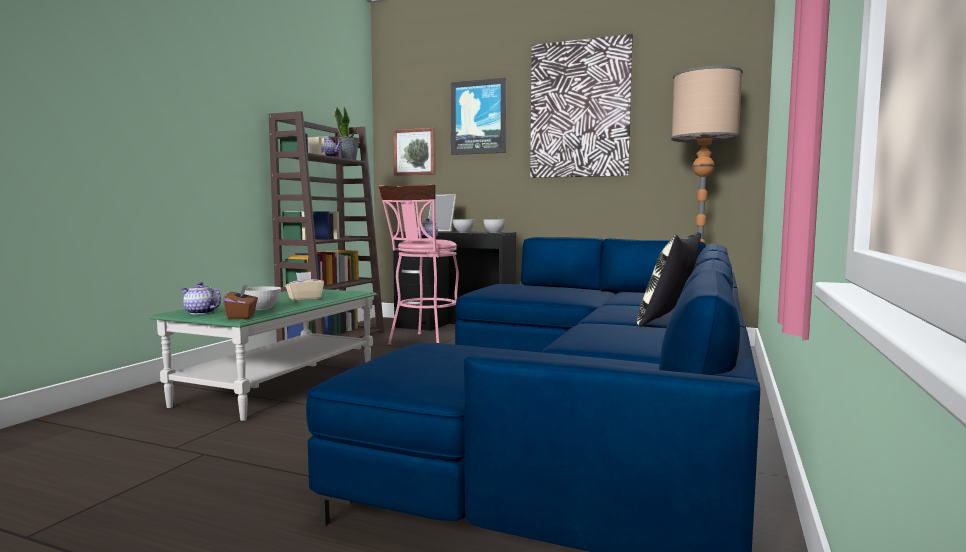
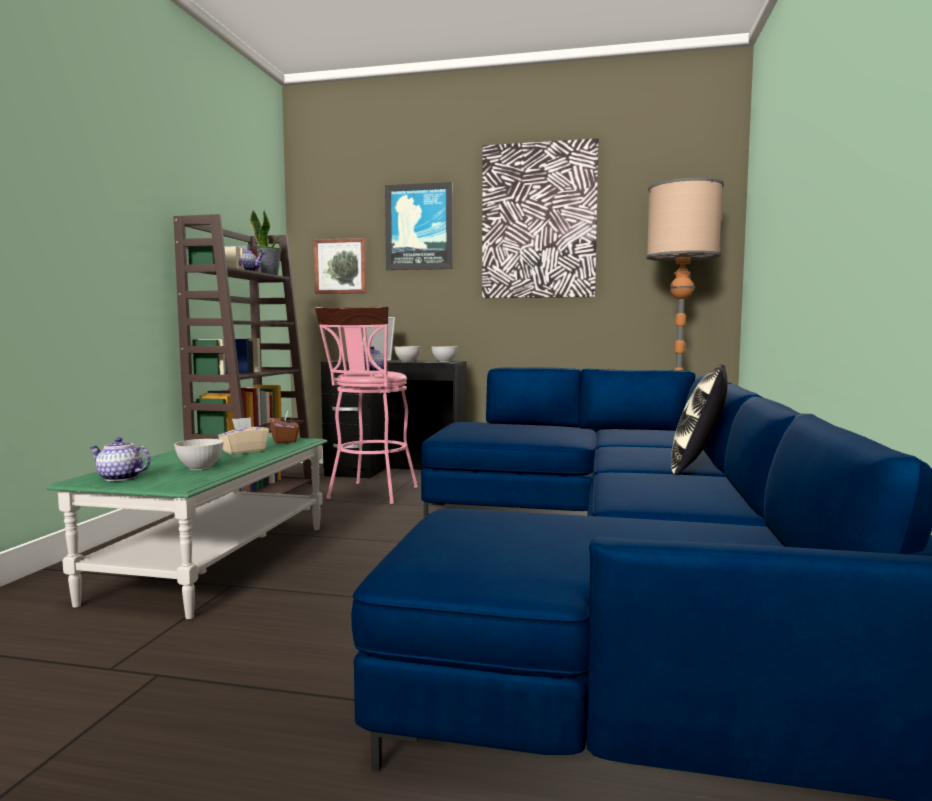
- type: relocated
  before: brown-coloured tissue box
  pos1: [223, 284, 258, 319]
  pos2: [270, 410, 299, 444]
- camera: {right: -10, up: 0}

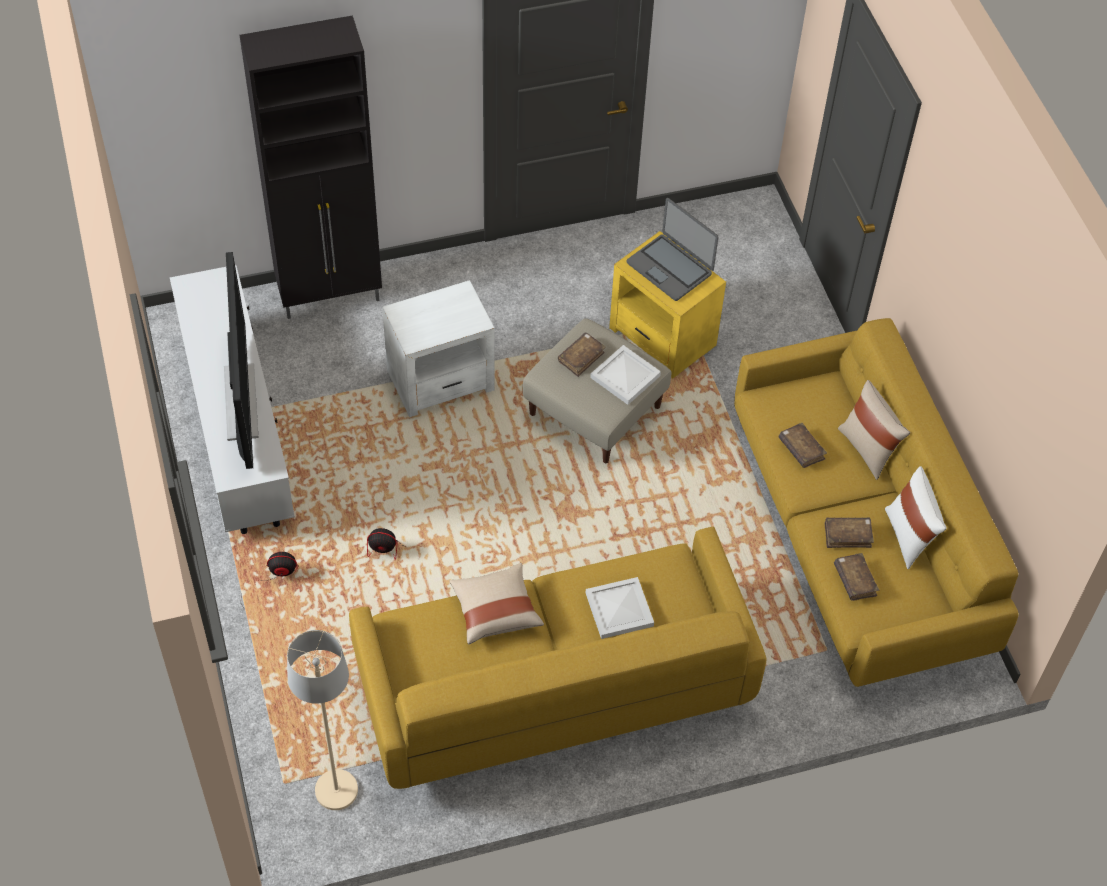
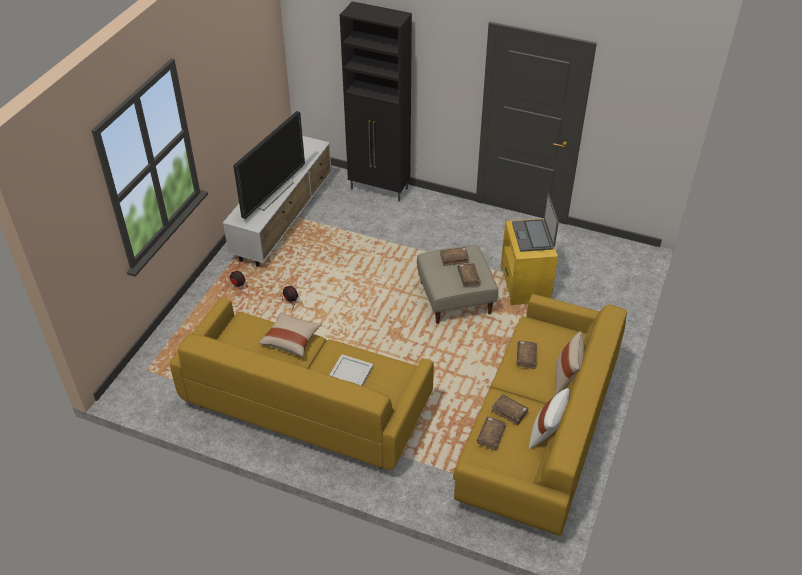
- type: missing
  before: beige-coloured standing lamp
  pos1: [287, 630, 358, 810]
- type: missing
  before: white end table
  pos1: [382, 280, 495, 417]
- type: exchanged
  before: white carrying tray
  after: brown-coloured bound book
  pos1: [590, 345, 661, 405]
  pos2: [457, 263, 481, 286]
- camera: {right: 40, up: -10}

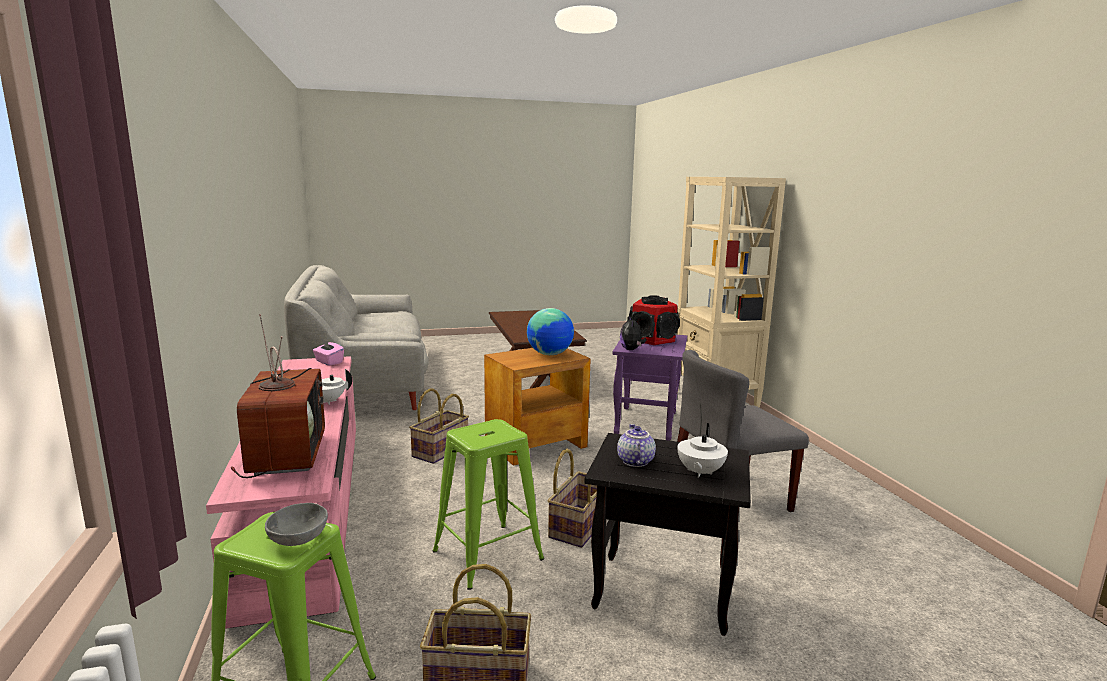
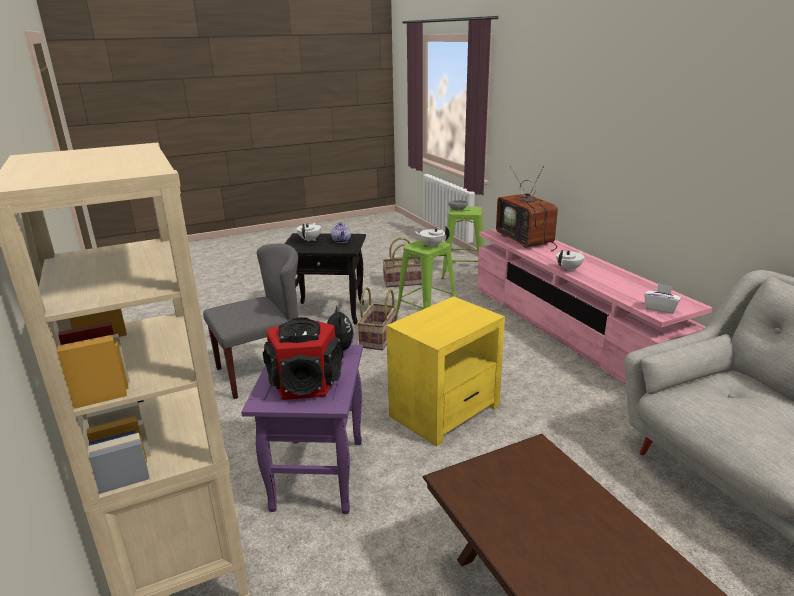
- type: missing
  before: storage basket
  pos1: [409, 388, 469, 464]
- type: missing
  before: world globe
  pos1: [527, 308, 574, 355]
- type: appeared
  after: white tea pot
  pos2: [414, 226, 450, 248]
- type: colour
  before: pink tissue box
  after: white tissue box
  pos1: [313, 340, 344, 366]
  pos2: [644, 283, 681, 314]
- type: colour
  before: brown-coloured end table
  after: yellow-coloured end table
  pos1: [484, 348, 591, 466]
  pos2: [386, 296, 505, 446]
- camera: {right: 170, up: 10}

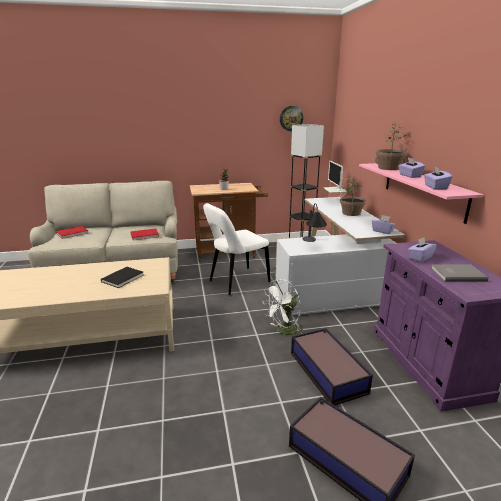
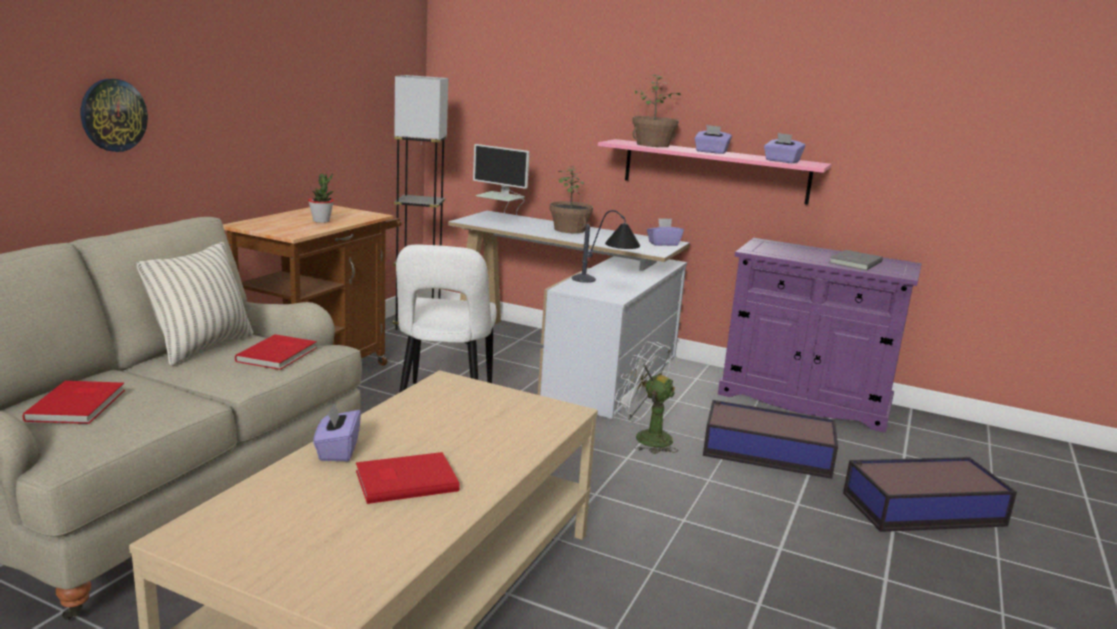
- type: missing
  before: black bound book
  pos1: [101, 267, 143, 288]
- type: appeared
  after: pillow
  pos2: [137, 242, 253, 366]
- type: appeared
  after: red-coloured bound book
  pos2: [356, 452, 460, 504]
- type: relocated
  before: wall clock
  pos1: [280, 106, 303, 131]
  pos2: [81, 79, 148, 152]
- type: relocated
  before: purple-coloured tissue box
  pos1: [408, 237, 437, 262]
  pos2: [313, 402, 361, 461]
- type: spun
  before: white fan
  pos1: [262, 279, 304, 335]
  pos2: [615, 341, 678, 454]
  turn: 120
- camera: {right: -55, up: -5}

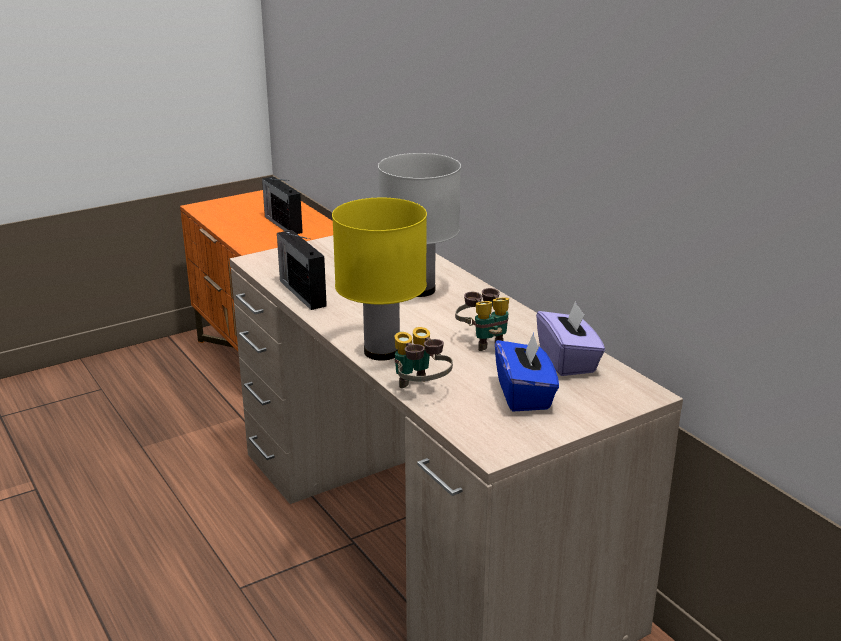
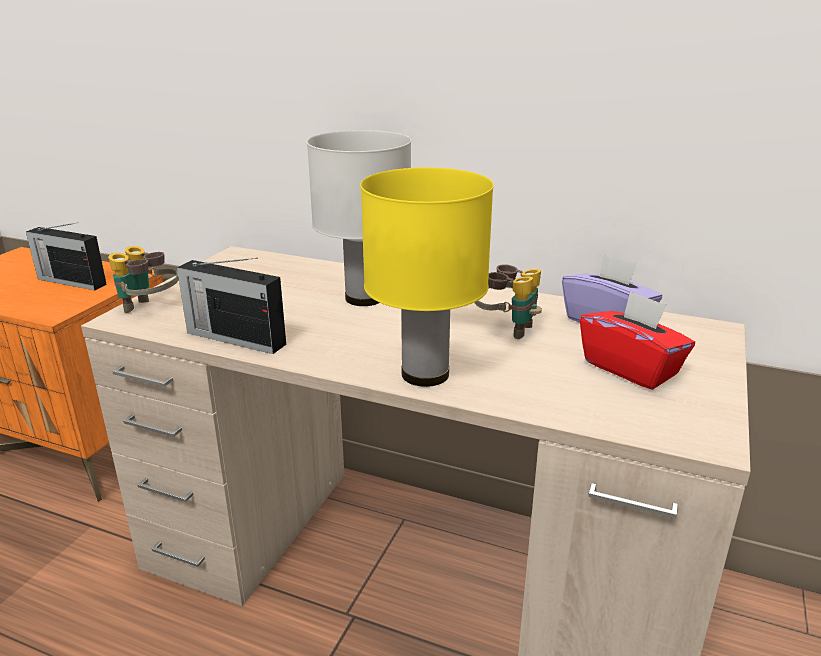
- type: relocated
  before: pair of binoculars
  pos1: [394, 327, 453, 388]
  pos2: [108, 246, 179, 313]
- type: colour
  before: blue-coloured tissue box
  after: red-coloured tissue box
  pos1: [495, 332, 559, 412]
  pos2: [580, 291, 695, 390]
- camera: {right: -35, up: 0}

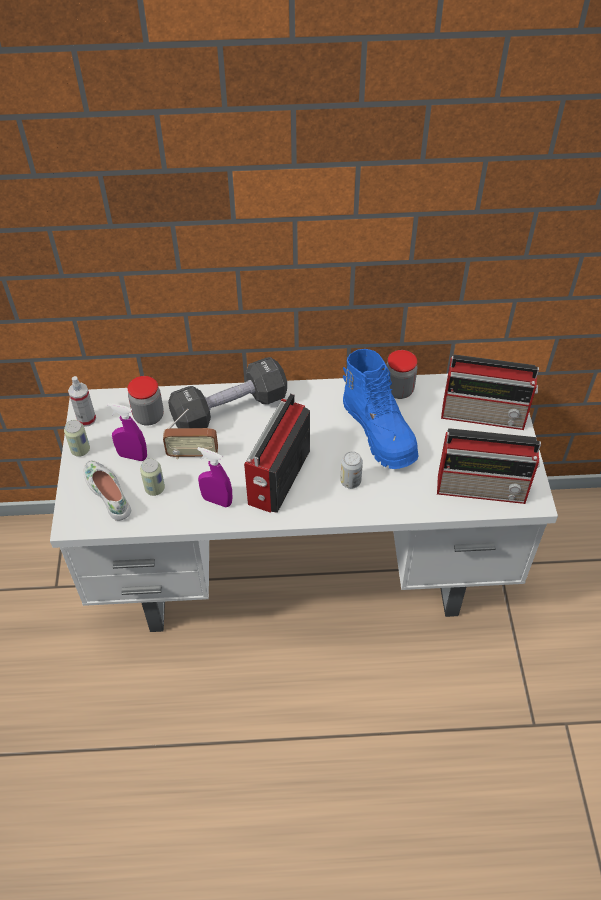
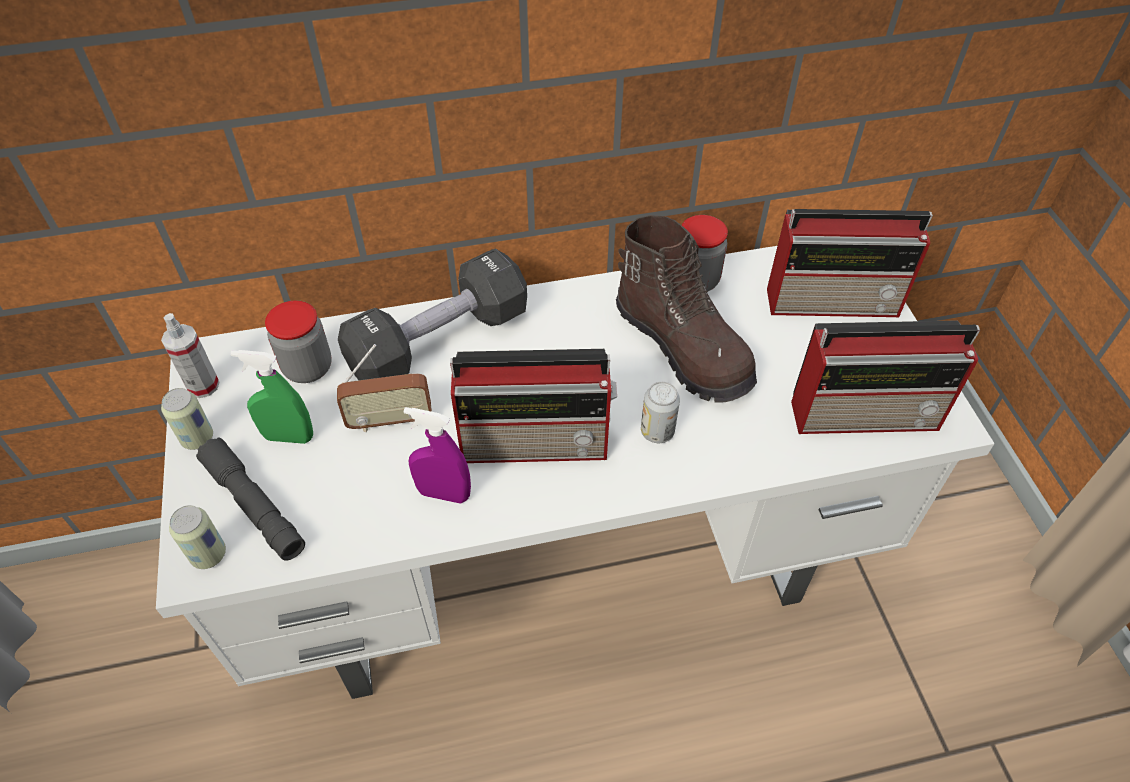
- type: relocated
  before: sealed can
  pos1: [140, 458, 165, 496]
  pos2: [169, 505, 226, 569]
- type: exchanged
  before: white low shoe
  after: grey torch
  pos1: [84, 460, 131, 521]
  pos2: [196, 437, 305, 561]
- type: colour
  before: purple-coloured spray bottle
  after: greenish spray bottle
  pos1: [107, 403, 147, 461]
  pos2: [231, 350, 313, 444]
- type: colour
  before: blue-coloured high-top boot
  after: brown-coloured high-top boot
  pos1: [343, 349, 418, 469]
  pos2: [616, 215, 757, 402]
- type: spun
  before: radio
  pos1: [244, 393, 310, 513]
  pos2: [450, 349, 617, 463]
  turn: -105
- camera: {right: -10, up: 0}

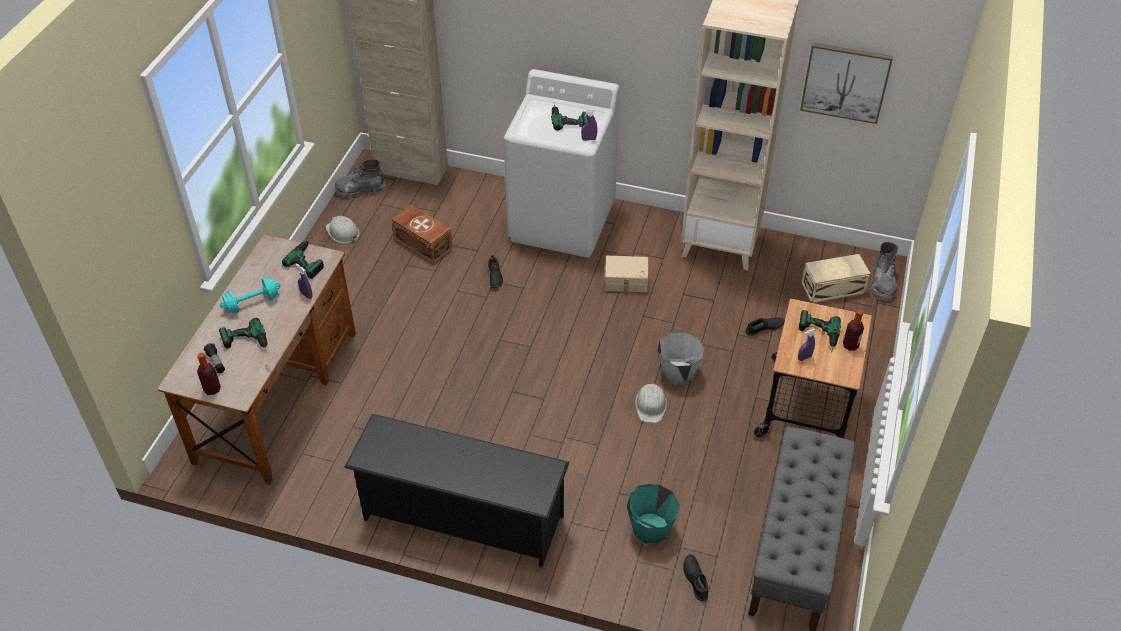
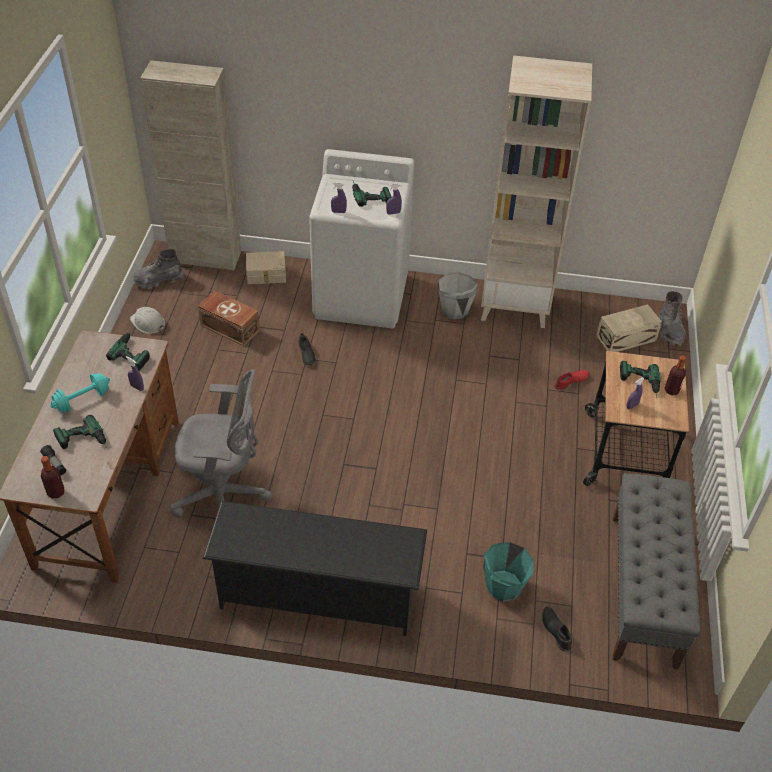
- type: missing
  before: white work helmet
  pos1: [635, 383, 667, 423]
- type: missing
  before: picture
  pos1: [800, 43, 893, 124]
- type: appeared
  after: grey office chair
  pos2: [169, 369, 272, 518]
- type: appeared
  after: purple-coloured spray bottle
  pos2: [331, 182, 347, 213]
- type: relocated
  before: beige-coloured storage bin
  pos1: [605, 256, 648, 292]
  pos2: [246, 251, 286, 284]
- type: relocated
  before: grey pail
  pos1: [657, 331, 705, 386]
  pos2: [438, 272, 477, 320]
- type: colour
  before: black low shoe
  after: red-coloured low shoe
  pos1: [745, 317, 785, 336]
  pos2: [554, 370, 590, 390]
- camera: {right: -10, up: 0}

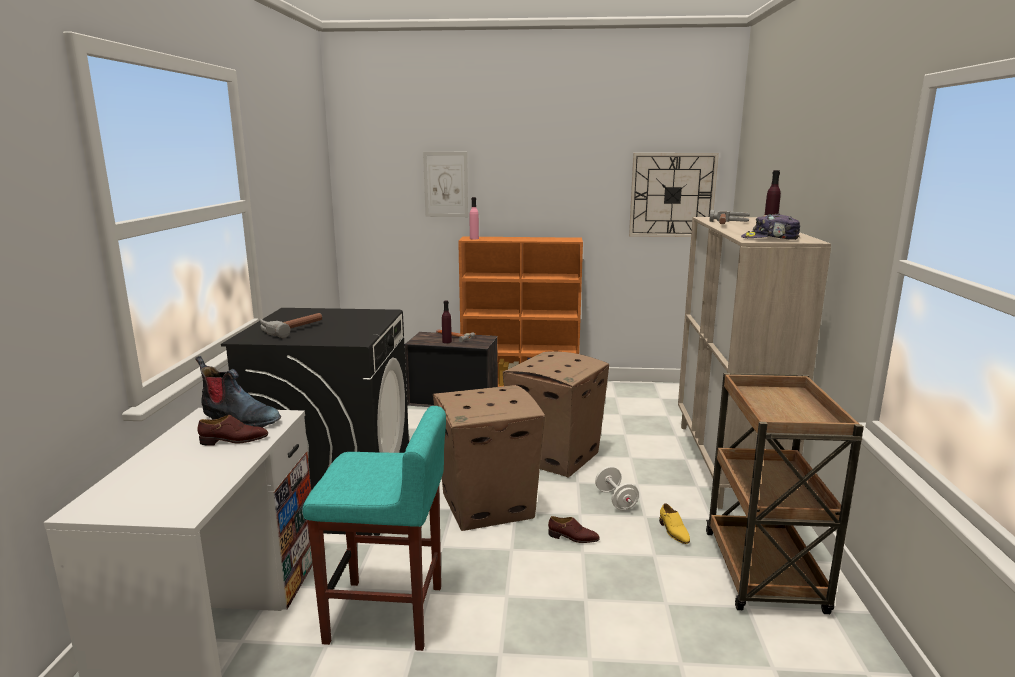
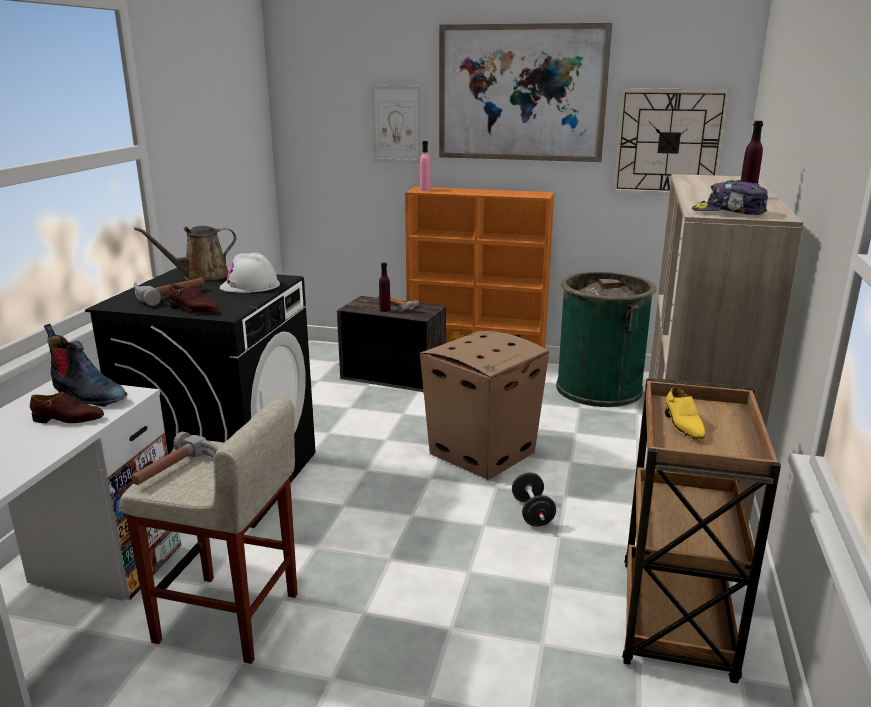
- type: missing
  before: cardboard box
  pos1: [433, 385, 545, 531]
- type: appeared
  after: brown-coloured watering can
  pos2: [134, 226, 236, 281]
- type: appeared
  after: white work helmet
  pos2: [220, 253, 280, 293]
- type: appeared
  after: picture
  pos2: [439, 23, 613, 162]
- type: appeared
  after: greenish trash can
  pos2: [556, 272, 656, 407]
- type: relocated
  before: brown-coloured low shoe
  pos1: [548, 516, 600, 543]
  pos2: [168, 284, 218, 313]
- type: relocated
  before: yellow-coloured low shoe
  pos1: [659, 503, 690, 544]
  pos2: [665, 386, 705, 440]
- type: relocated
  before: hammer
  pos1: [710, 210, 750, 224]
  pos2: [131, 432, 219, 485]
- type: colour
  before: turquoise stool
  after: beige-coloured stool
  pos1: [302, 406, 446, 651]
  pos2: [119, 397, 298, 664]
- type: colour
  before: white free weight
  after: black free weight
  pos1: [595, 466, 639, 511]
  pos2: [512, 473, 556, 527]
- camera: {right: 10, up: 5}

